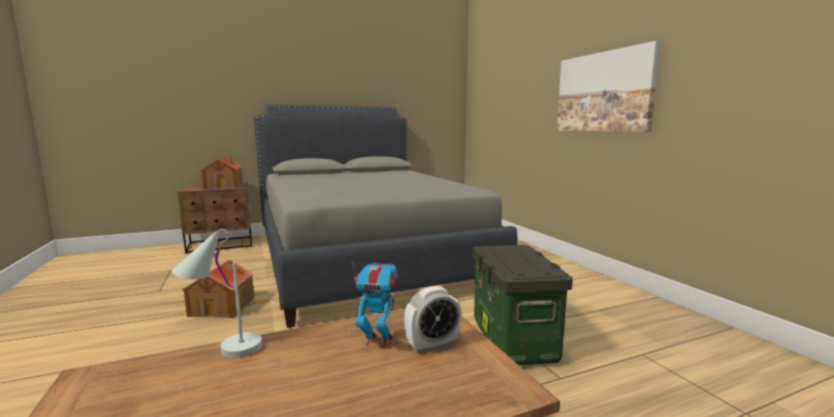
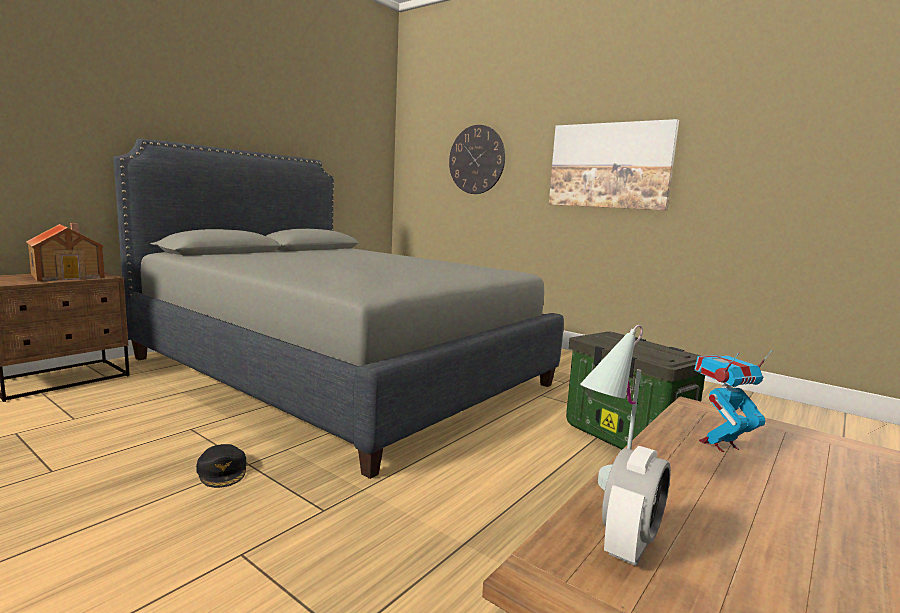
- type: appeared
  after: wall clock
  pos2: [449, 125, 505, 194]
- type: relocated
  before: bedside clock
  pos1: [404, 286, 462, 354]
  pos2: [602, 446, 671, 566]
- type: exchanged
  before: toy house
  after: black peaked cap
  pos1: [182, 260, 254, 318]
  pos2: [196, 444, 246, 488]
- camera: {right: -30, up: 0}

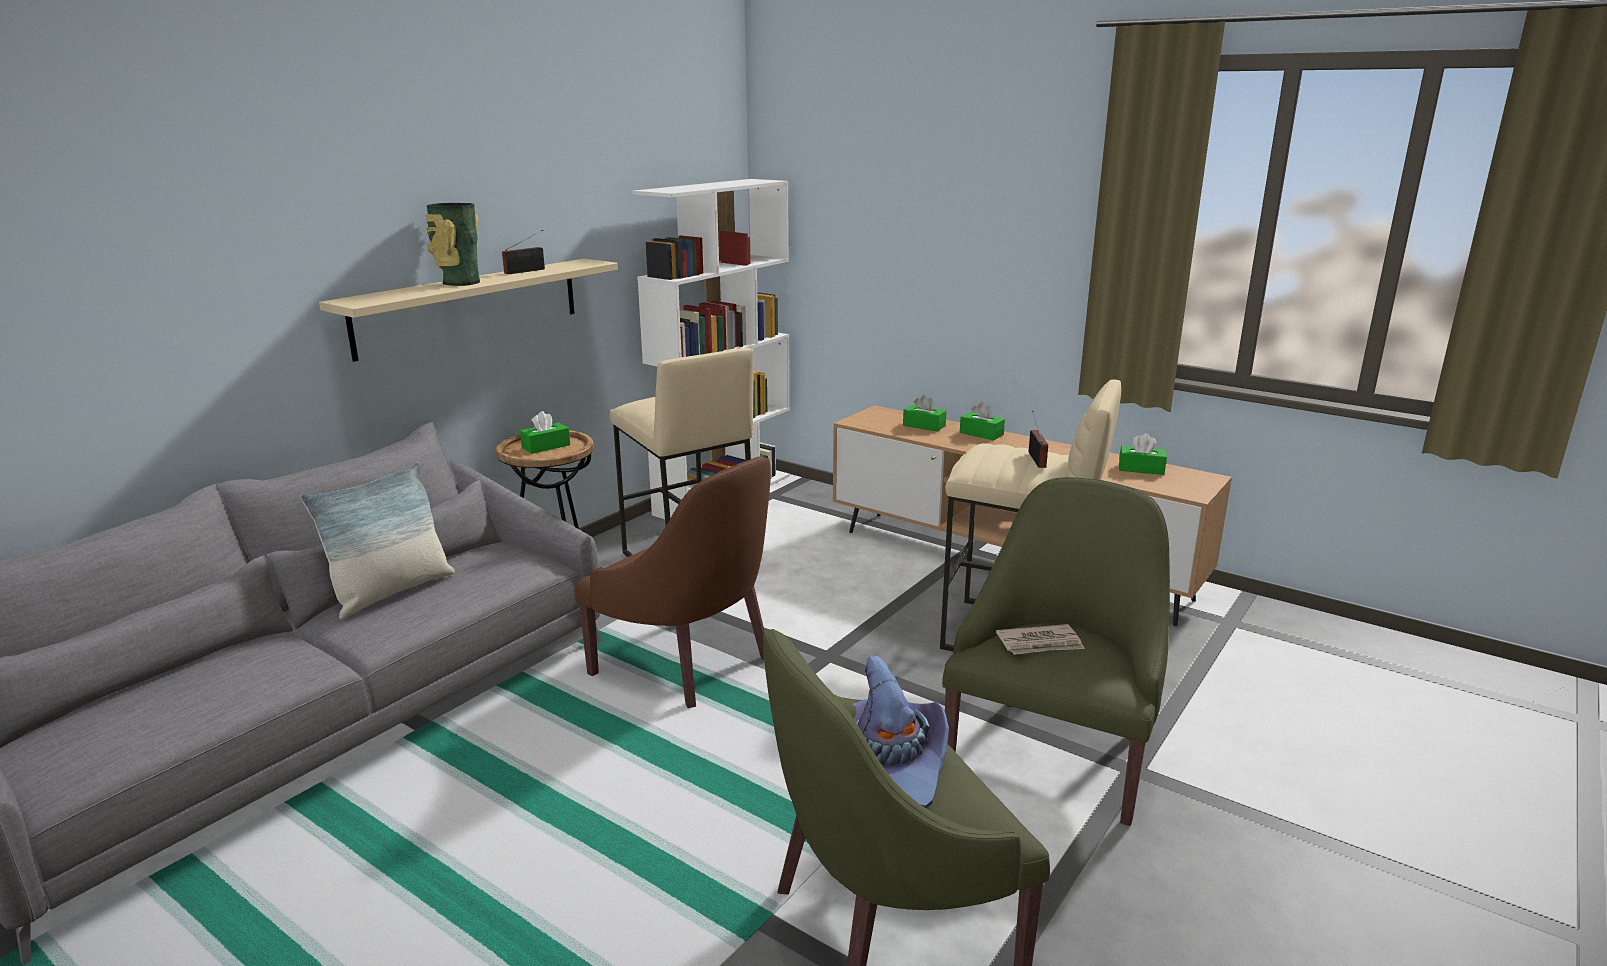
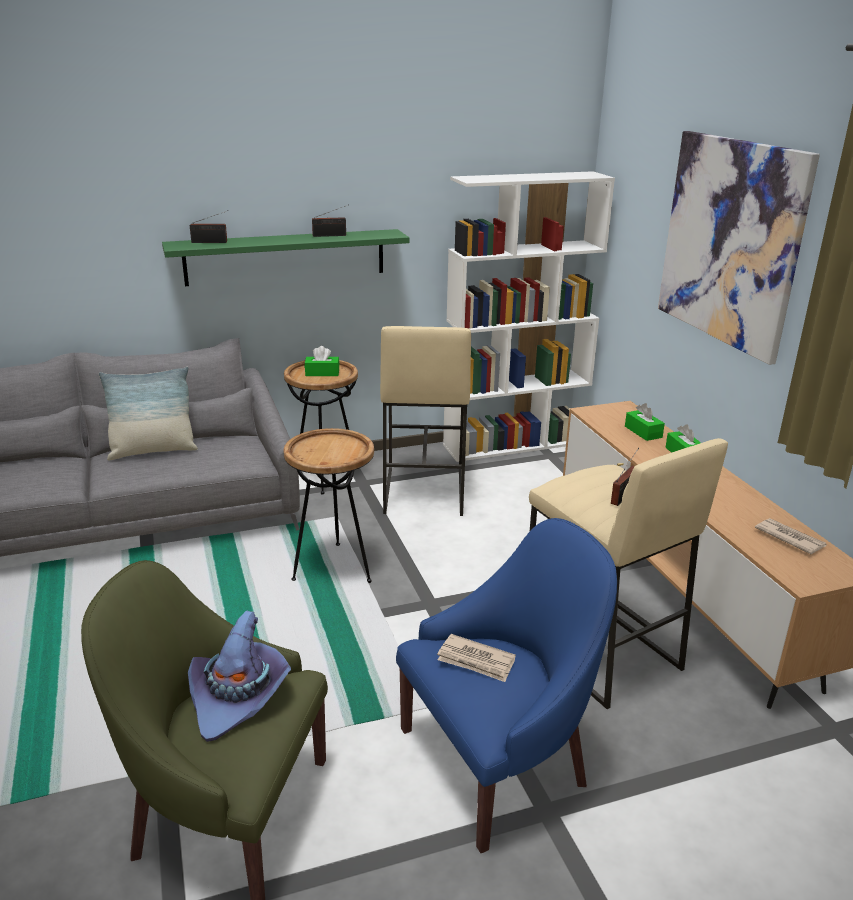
- type: missing
  before: decorative vase
  pos1: [426, 203, 480, 286]
- type: appeared
  after: radio
  pos2: [190, 210, 229, 243]
- type: appeared
  after: picture
  pos2: [658, 131, 820, 365]
- type: exchanged
  before: brown-coloured easy chair
  after: brown-coloured end table
  pos1: [575, 456, 771, 708]
  pos2: [283, 428, 374, 583]
- type: exchanged
  before: greenish tissue box
  after: newspaper
  pos1: [1119, 433, 1167, 475]
  pos2: [755, 518, 827, 555]
- type: colour
  before: beige-coloured bracket shelf
  after: greenish bracket shelf
  pos1: [319, 259, 618, 362]
  pos2: [162, 229, 409, 286]
- type: colour
  before: greenish easy chair
  after: blue-coloured easy chair
  pos1: [942, 477, 1170, 826]
  pos2: [396, 518, 617, 853]
- camera: {right: 35, up: 5}

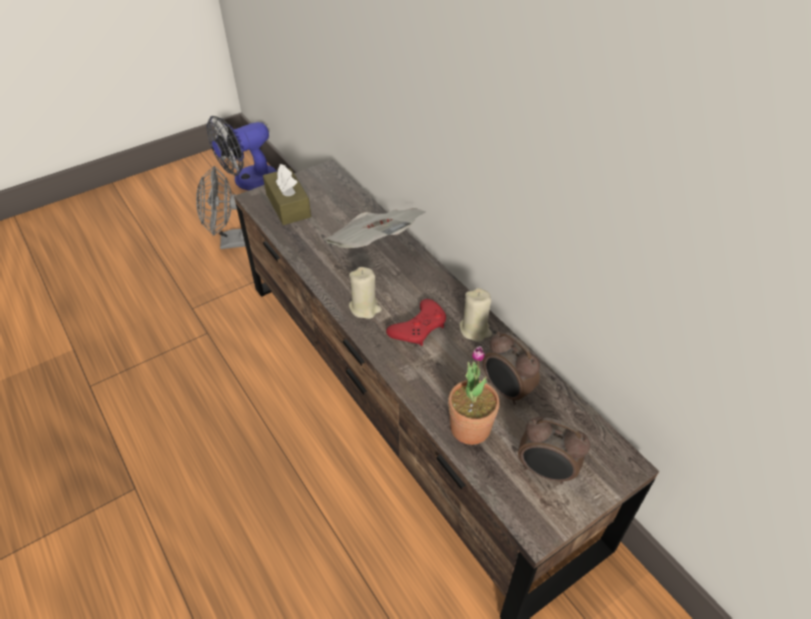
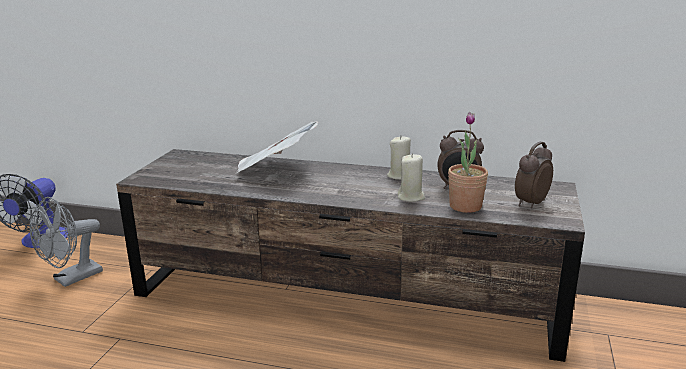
- type: missing
  before: brown-coloured tissue box
  pos1: [263, 164, 311, 225]
- type: missing
  before: red-coloured gamepad
  pos1: [386, 299, 446, 346]
- type: relocated
  before: beige-coloured wax candle
  pos1: [349, 267, 382, 319]
  pos2: [398, 153, 425, 202]
- type: spun
  before: bedside clock
  pos1: [518, 417, 590, 484]
  pos2: [515, 142, 553, 208]
  turn: 150
- camera: {right: -40, up: -25}

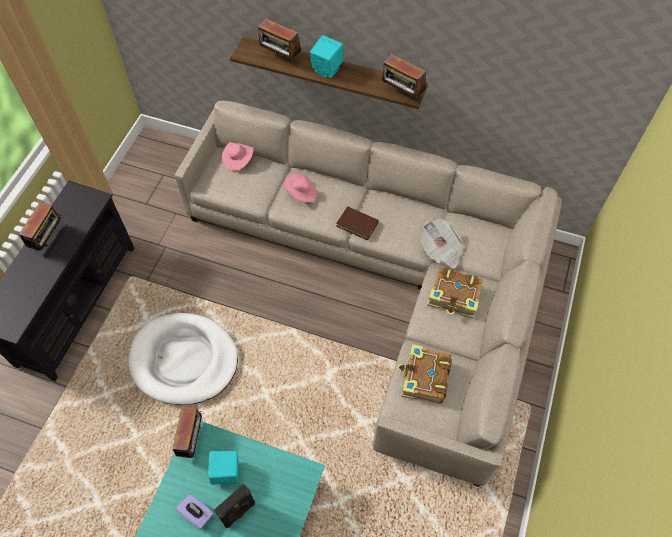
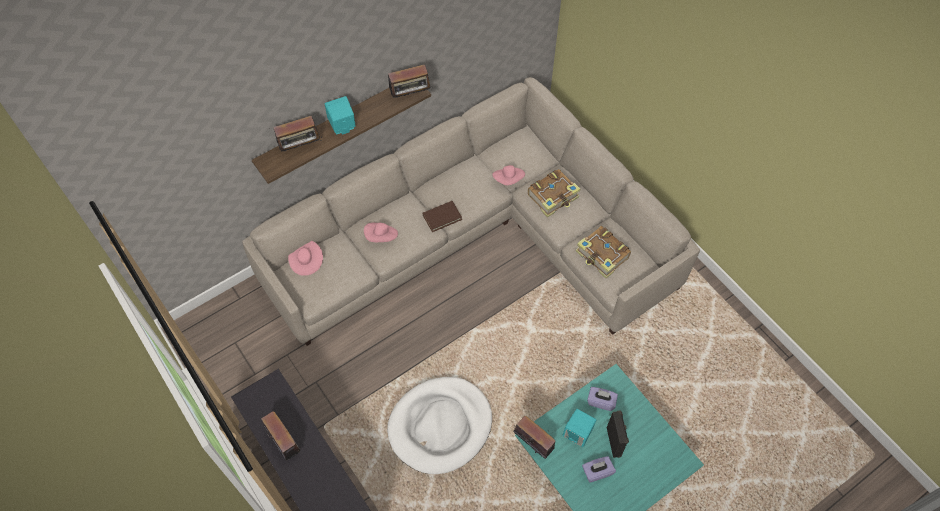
- type: appeared
  after: purple-coloured tissue box
  pos2: [587, 387, 618, 411]
- type: exchanged
  before: newspaper
  after: pink hat
  pos1: [421, 219, 464, 268]
  pos2: [492, 165, 525, 185]
- camera: {right: -55, up: 0}

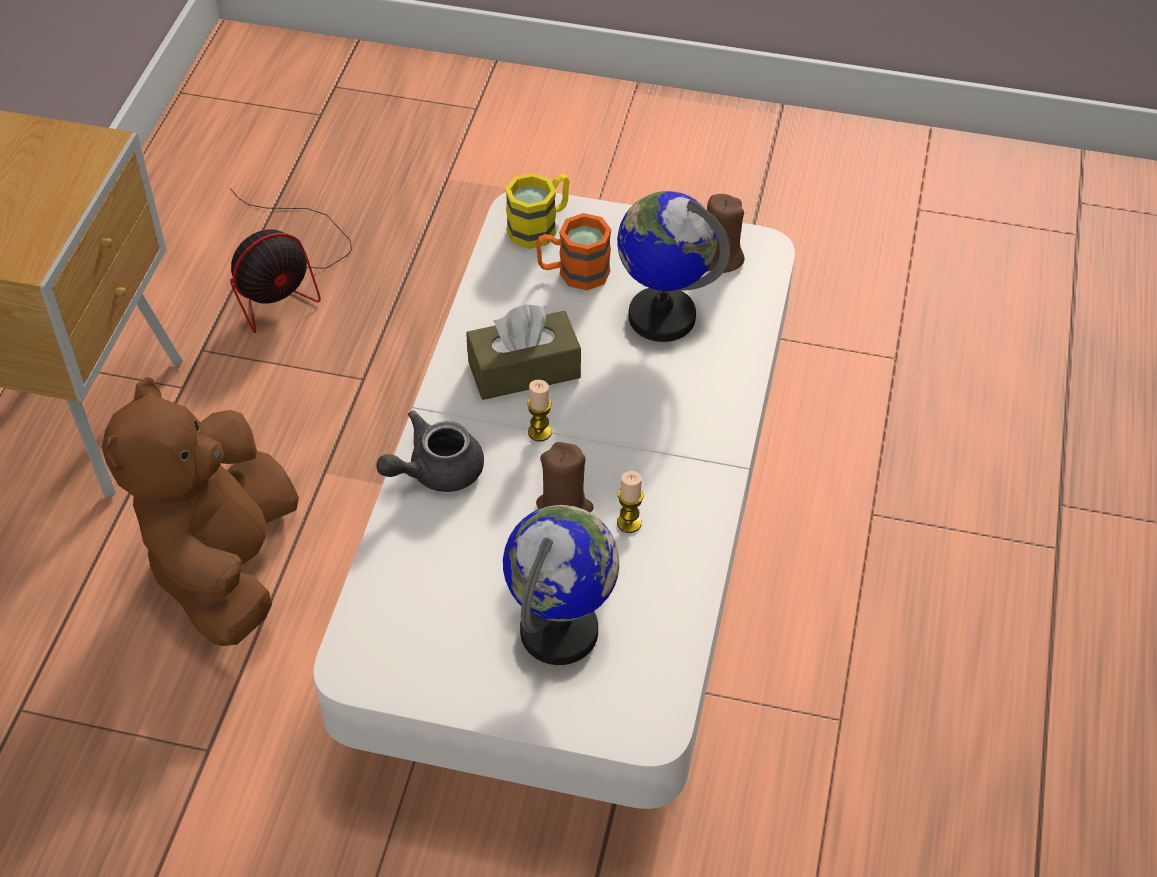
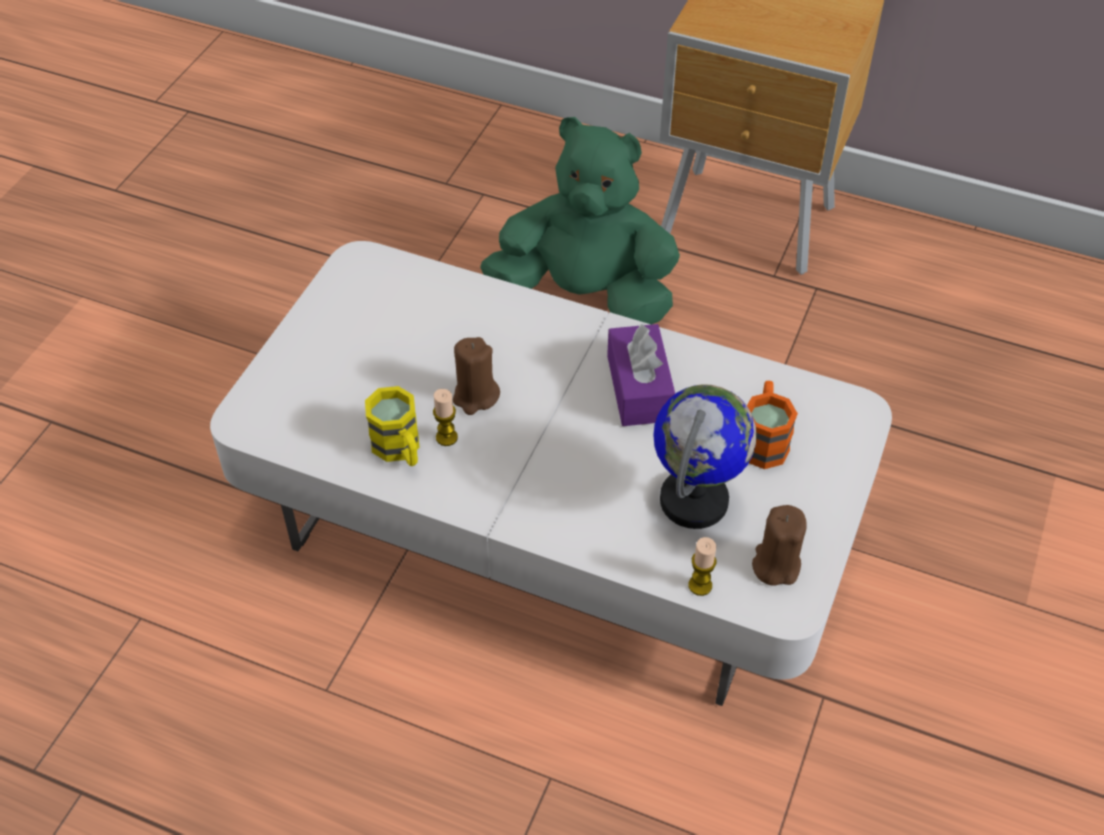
- type: missing
  before: fan
  pos1: [230, 188, 352, 333]
- type: missing
  before: grey tea pot
  pos1: [377, 411, 484, 492]
- type: missing
  before: world globe
  pos1: [503, 505, 619, 665]
- type: relocated
  before: yellow-coloured mug
  pos1: [505, 173, 569, 249]
  pos2: [365, 386, 419, 466]
- type: relocated
  before: wax candle
  pos1: [527, 380, 552, 442]
  pos2: [688, 537, 717, 596]
- type: colour
  before: brown-coloured plush toy
  after: greenish plush toy
  pos1: [102, 377, 299, 646]
  pos2: [480, 117, 680, 325]
- type: colour
  before: brown-coloured tissue box
  after: purple-coloured tissue box
  pos1: [466, 304, 581, 400]
  pos2: [607, 322, 675, 426]
- camera: {right: 100, up: 0}

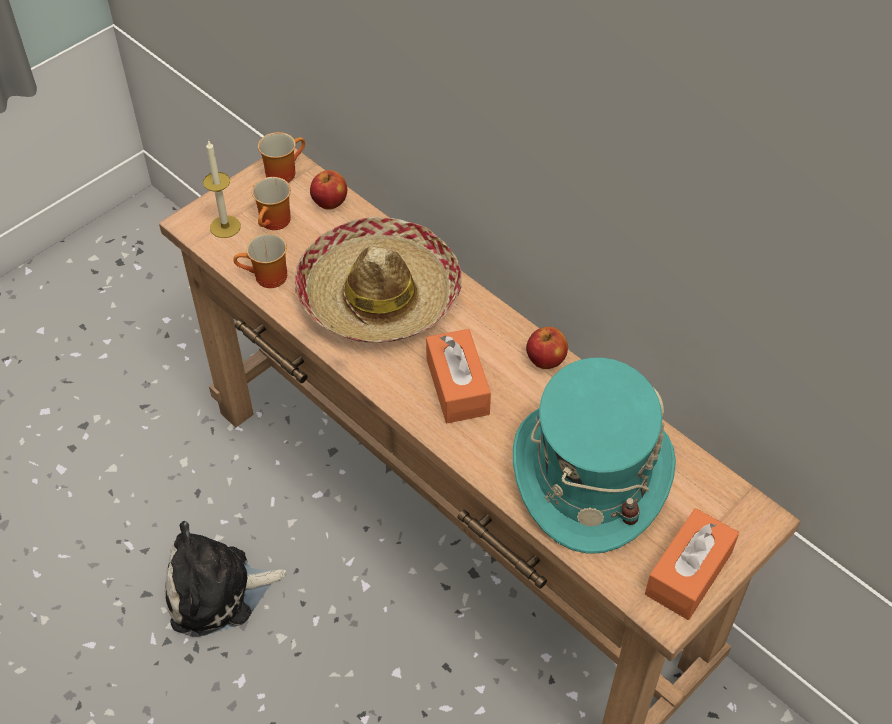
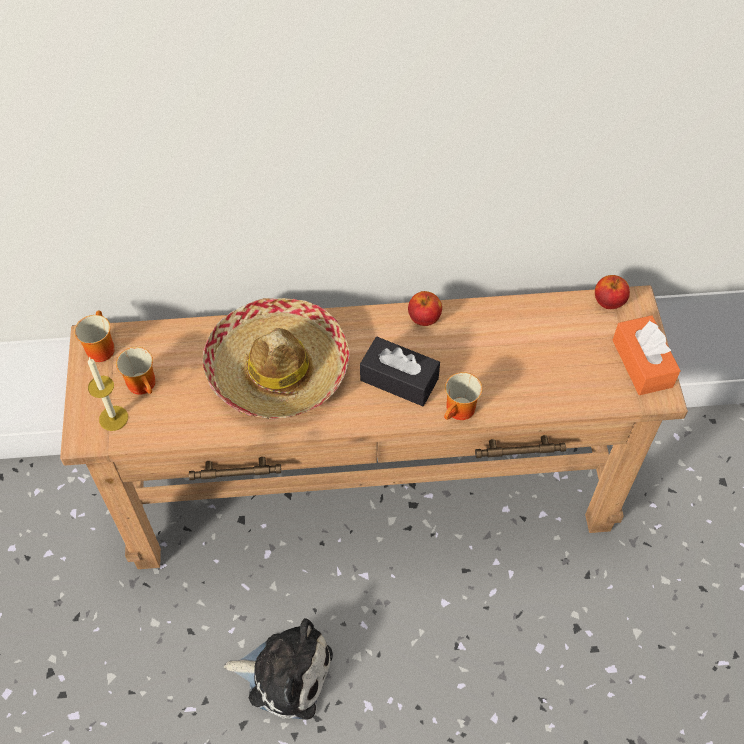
- type: missing
  before: turquoise hat
  pos1: [513, 358, 676, 554]
- type: relocated
  before: mug
  pos1: [233, 233, 287, 288]
  pos2: [444, 372, 482, 420]
- type: relocated
  before: whole apple
  pos1: [310, 170, 347, 210]
  pos2: [595, 275, 630, 309]
- type: colour
  before: orange-coloured tissue box
  after: black tissue box
  pos1: [426, 329, 491, 423]
  pos2: [360, 337, 440, 406]
- type: spun
  before: plush toy
  pos1: [165, 521, 286, 637]
  pos2: [224, 618, 333, 720]
  turn: -105
- camera: {right: -50, up: 5}

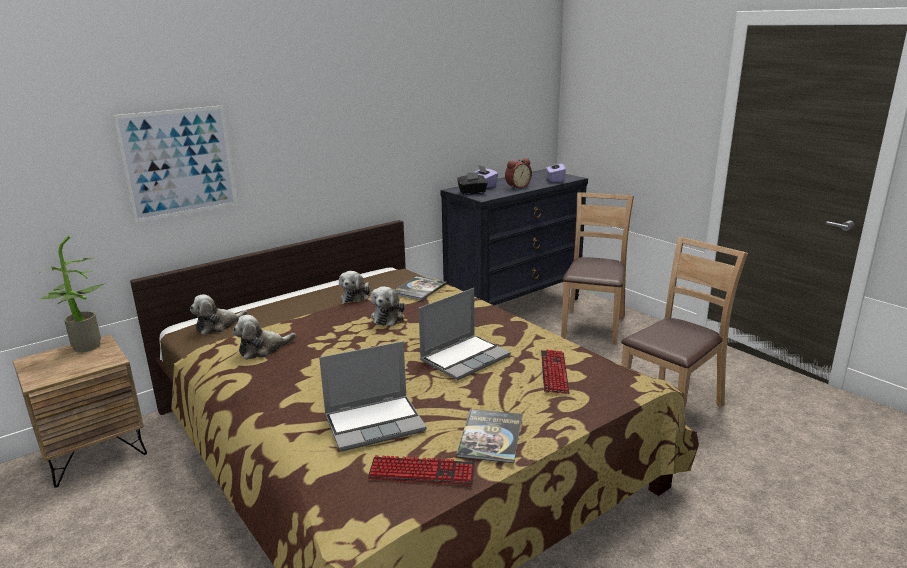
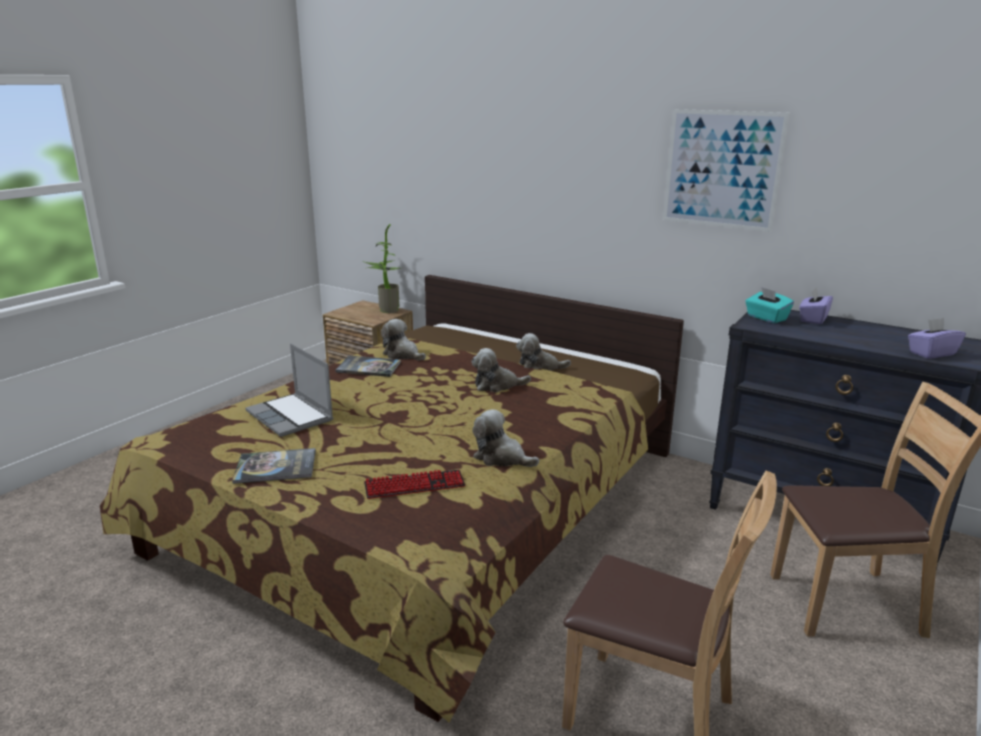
- type: missing
  before: keyboard
  pos1: [368, 455, 475, 485]
- type: missing
  before: notebook computer
  pos1: [419, 288, 511, 380]
- type: missing
  before: bedside clock
  pos1: [505, 158, 532, 189]
- type: relocated
  before: picture
  pos1: [113, 105, 237, 223]
  pos2: [663, 109, 789, 232]
- type: relocated
  before: plush toy
  pos1: [190, 294, 248, 335]
  pos2: [472, 409, 539, 467]
- type: relocated
  before: bound book
  pos1: [394, 276, 447, 300]
  pos2: [336, 356, 401, 377]
- type: colour
  before: black tissue box
  after: turquoise tissue box
  pos1: [457, 172, 488, 195]
  pos2: [745, 287, 794, 323]
- camera: {right: 70, up: 0}

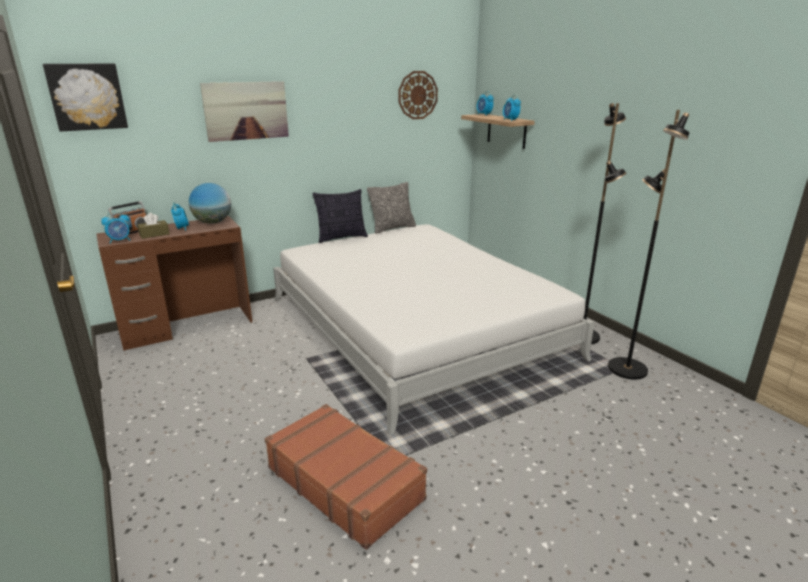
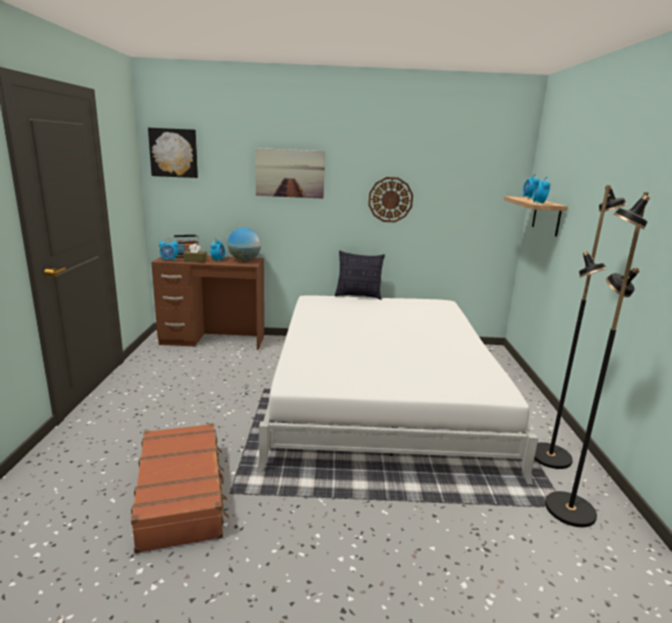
- type: missing
  before: pillow
  pos1: [367, 182, 416, 234]
- type: relocated
  before: wall clock
  pos1: [399, 71, 438, 119]
  pos2: [368, 177, 413, 222]
- camera: {right: 30, up: -5}

